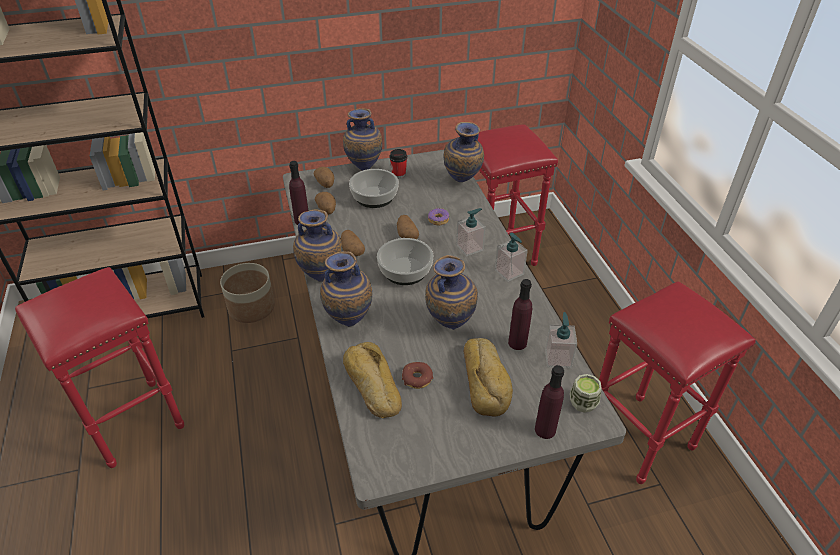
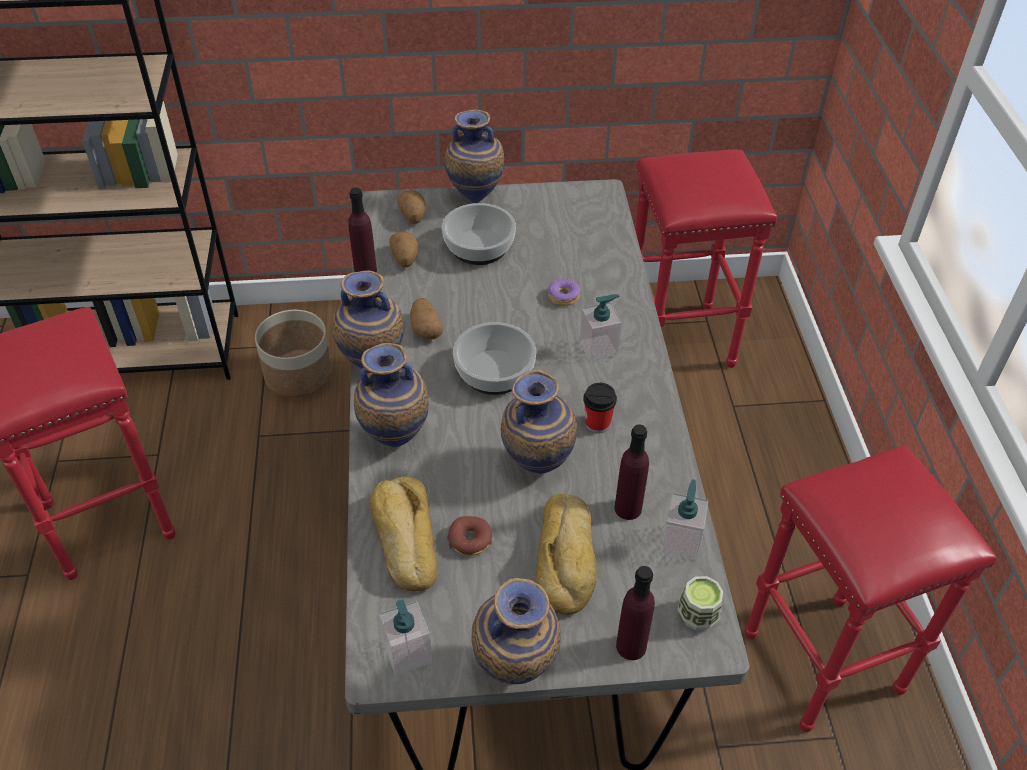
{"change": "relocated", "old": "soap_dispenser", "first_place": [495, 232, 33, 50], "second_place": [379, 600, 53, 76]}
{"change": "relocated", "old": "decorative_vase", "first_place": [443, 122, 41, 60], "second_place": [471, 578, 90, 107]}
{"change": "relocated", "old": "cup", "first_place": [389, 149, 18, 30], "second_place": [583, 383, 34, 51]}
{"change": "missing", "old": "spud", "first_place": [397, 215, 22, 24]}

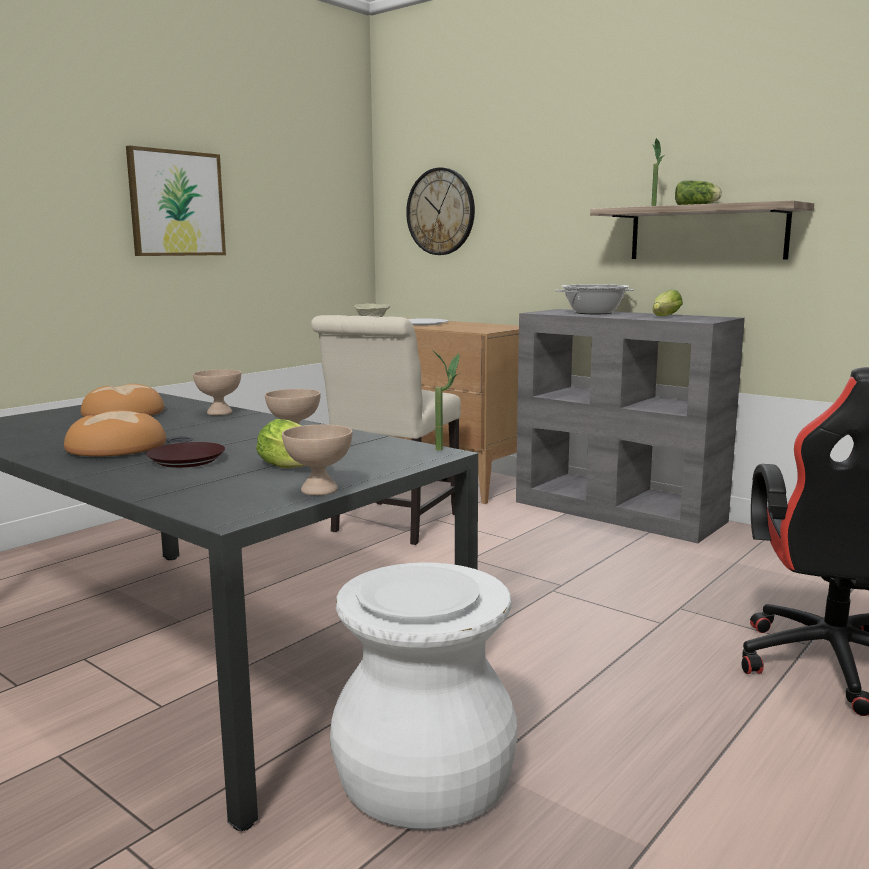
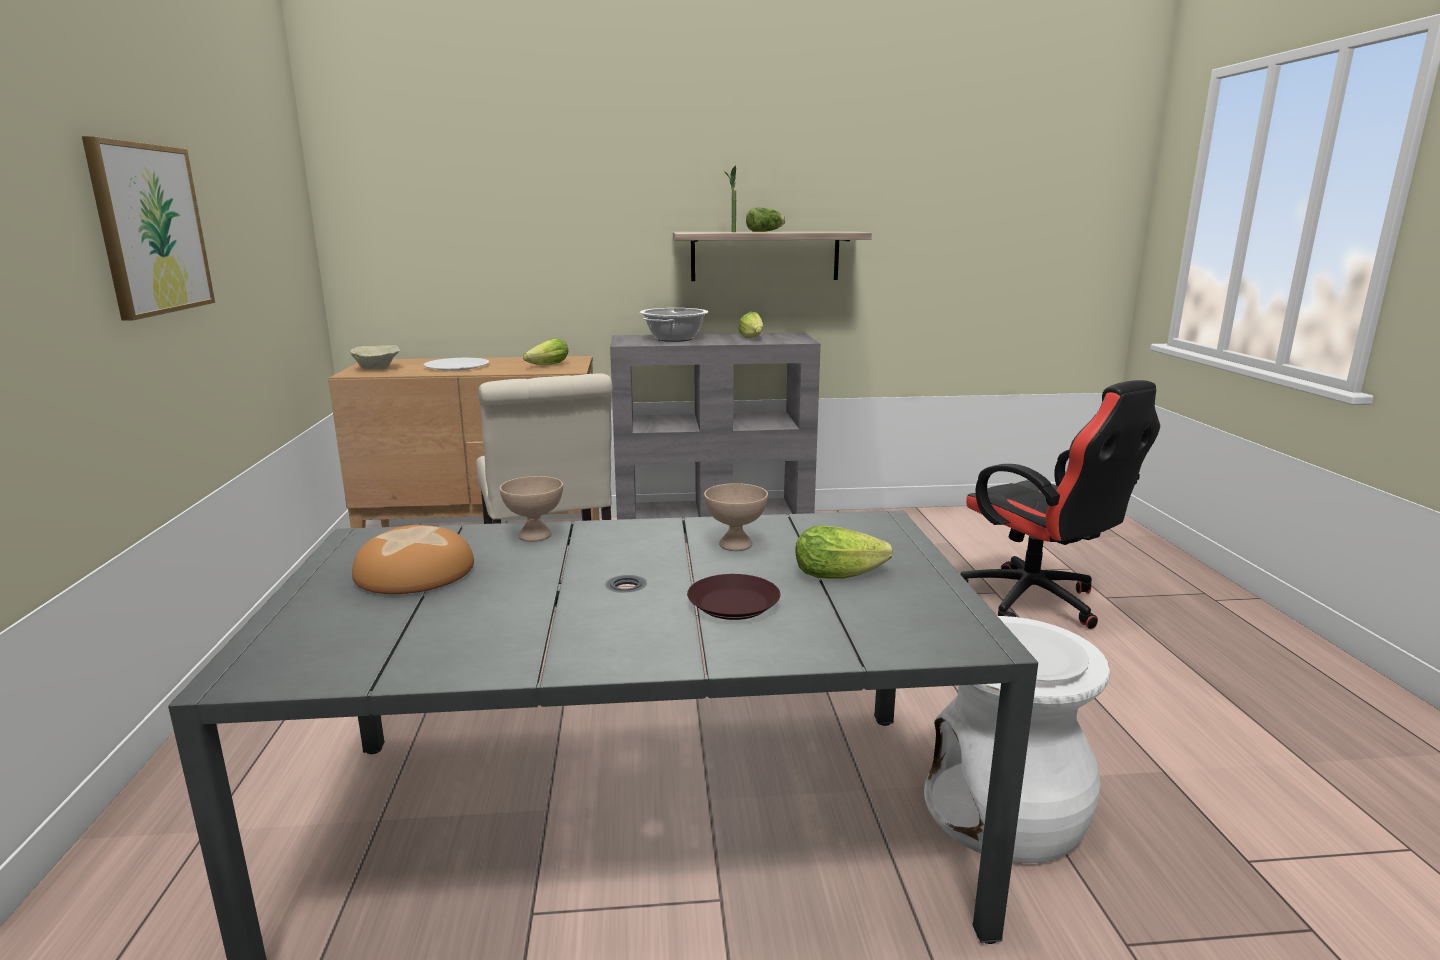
{"change": "appeared", "new": "head_of_lettuce", "second_place": [523, 338, 45, 27]}
{"change": "missing", "old": "bakery_bread", "first_place": [64, 410, 102, 47]}
{"change": "missing", "old": "beige_serving_bowl", "first_place": [282, 424, 70, 72]}
{"change": "missing", "old": "wall_clock", "first_place": [406, 168, 69, 87]}
{"change": "missing", "old": "potted_plant", "first_place": [434, 351, 26, 100]}

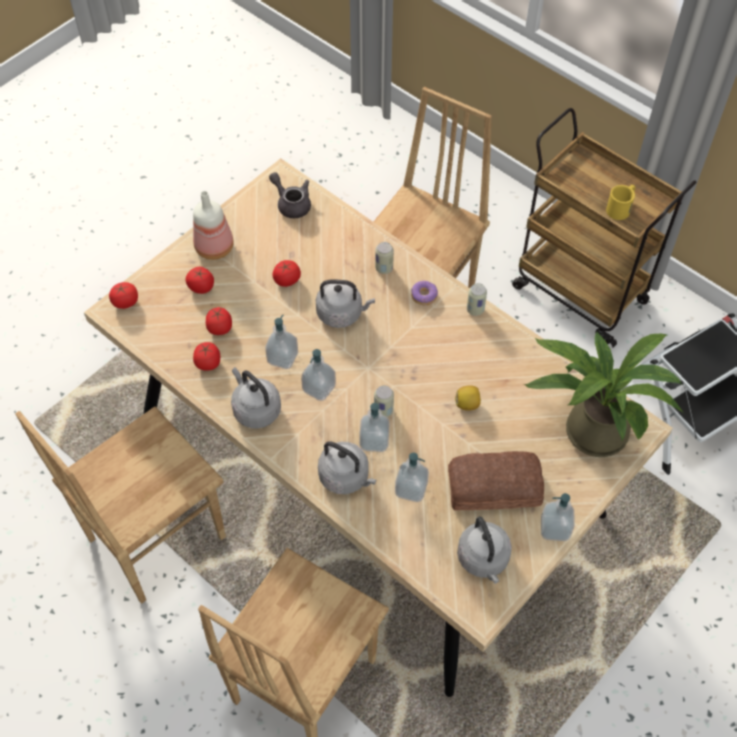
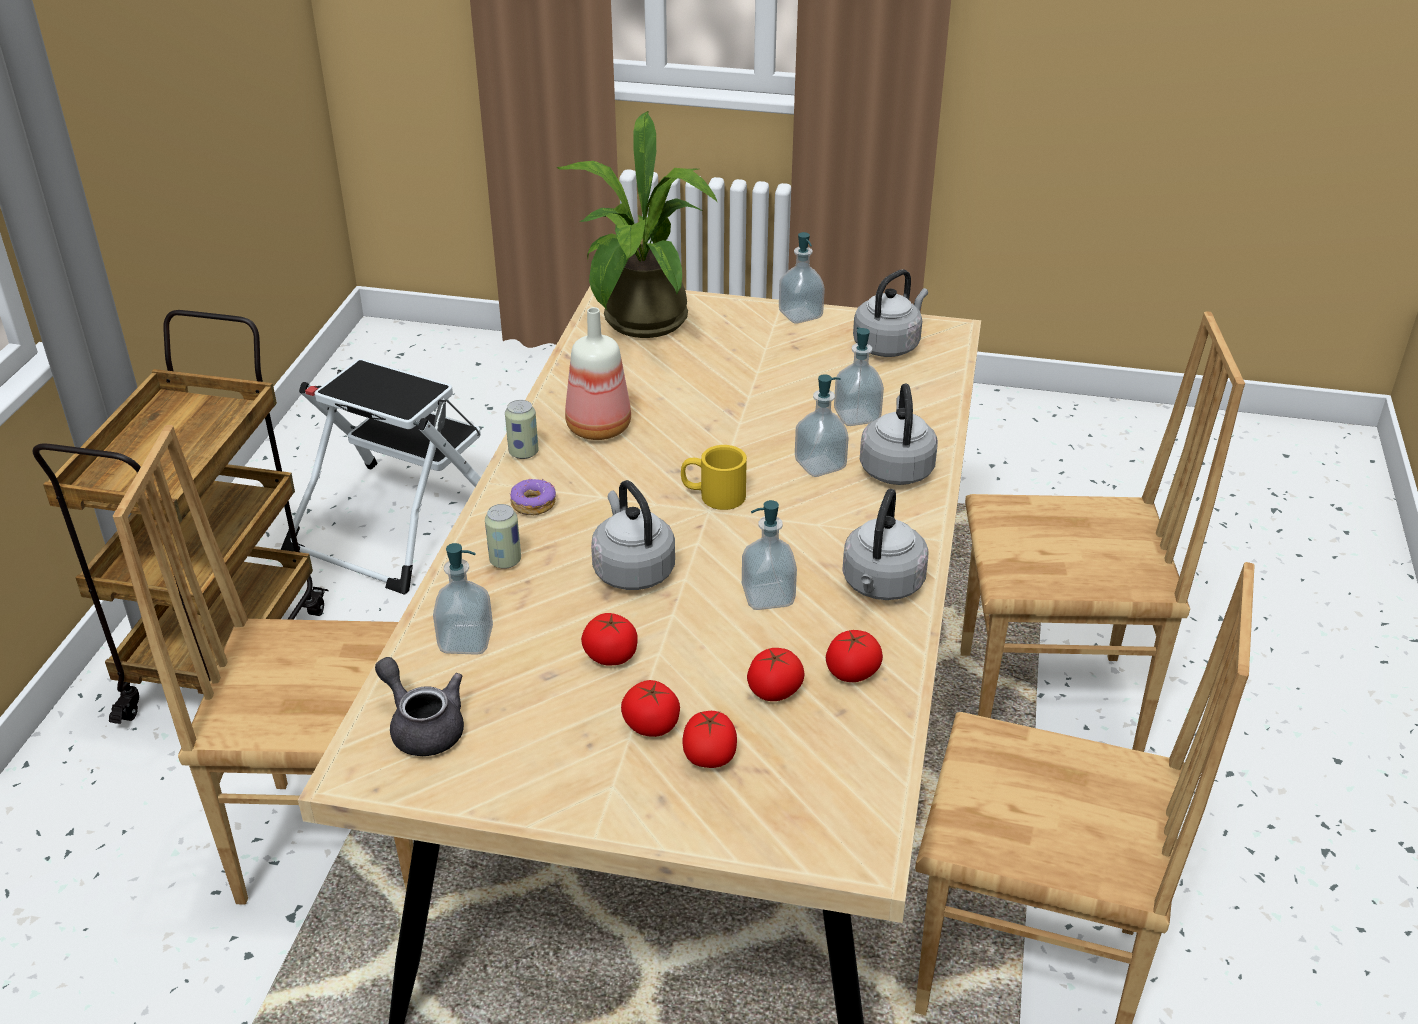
{"change": "spun", "old": "greyish_pot_for_tea", "first_place": [269, 172, 42, 46], "second_place": [375, 657, 89, 99], "degrees": 120}
{"change": "relocated", "old": "soap_dispenser", "first_place": [301, 349, 35, 52], "second_place": [433, 543, 60, 112]}
{"change": "relocated", "old": "beverage_bottle", "first_place": [193, 191, 41, 69], "second_place": [565, 307, 66, 133]}
{"change": "relocated", "old": "tomato", "first_place": [109, 282, 29, 27], "second_place": [621, 680, 59, 57]}
{"change": "relocated", "old": "yellow_tea_mug", "first_place": [606, 185, 29, 35], "second_place": [681, 445, 66, 65]}
{"change": "missing", "old": "sealed_can", "first_place": [374, 386, 20, 31]}
{"change": "missing", "old": "bakery_bread", "first_place": [448, 451, 96, 59]}
{"change": "missing", "old": "whole_lemon", "first_place": [455, 386, 26, 25]}

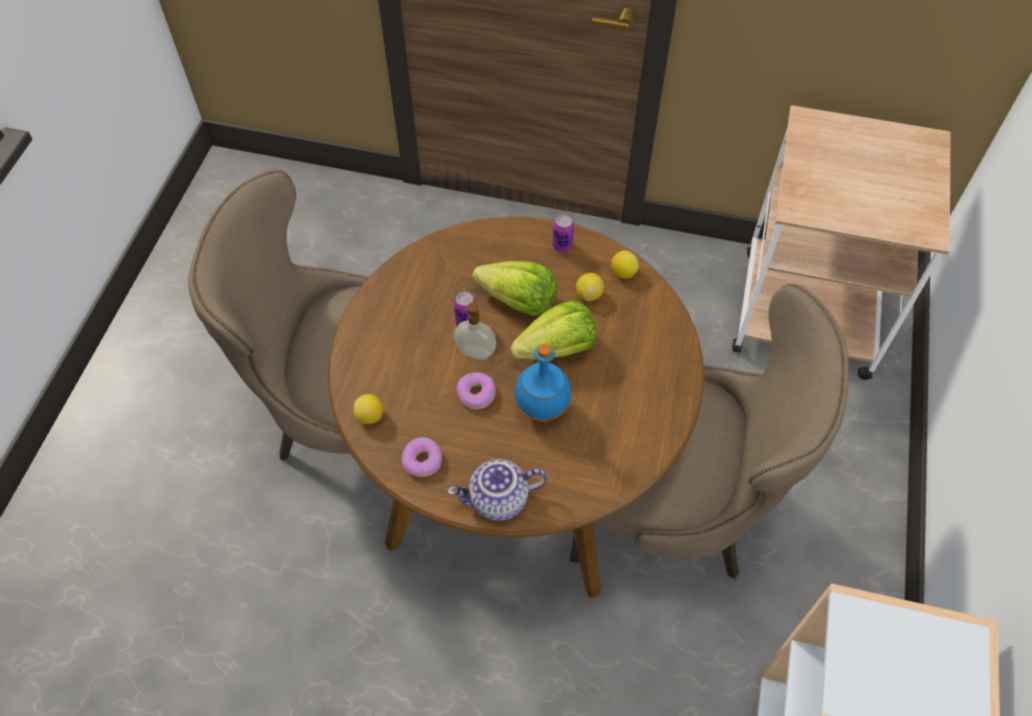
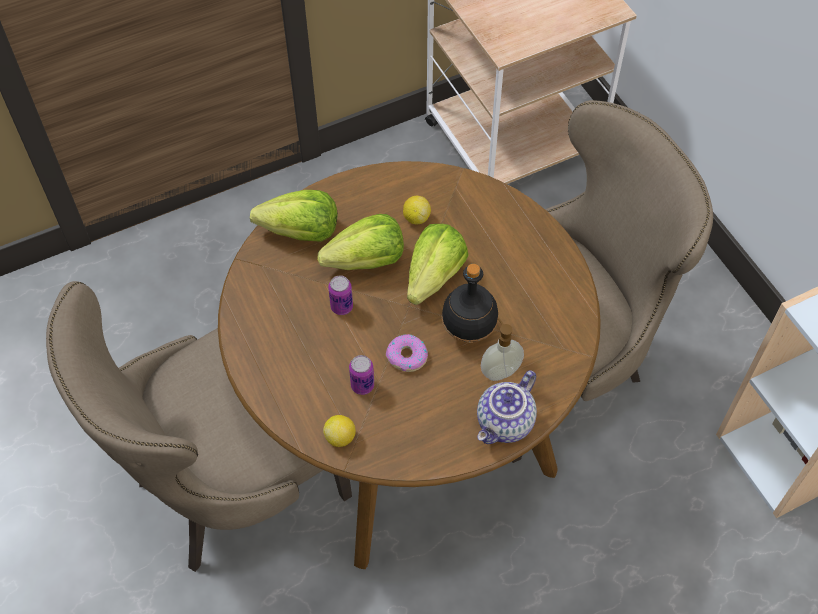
{"change": "appeared", "new": "head_of_lettuce", "second_place": [250, 190, 88, 52]}
{"change": "relocated", "old": "sealed_can", "first_place": [552, 214, 22, 39], "second_place": [349, 355, 25, 40]}
{"change": "colour", "old": "blue-coloured_beverage_bottle", "new": "black_beverage_bottle", "first_place": [514, 344, 57, 78], "second_place": [441, 264, 57, 79]}
{"change": "relocated", "old": "soap_dispenser", "first_place": [454, 297, 43, 62], "second_place": [481, 318, 43, 63]}
{"change": "missing", "old": "ring_doughnut", "first_place": [401, 437, 41, 40]}
{"change": "missing", "old": "whole_lemon", "first_place": [611, 251, 28, 27]}

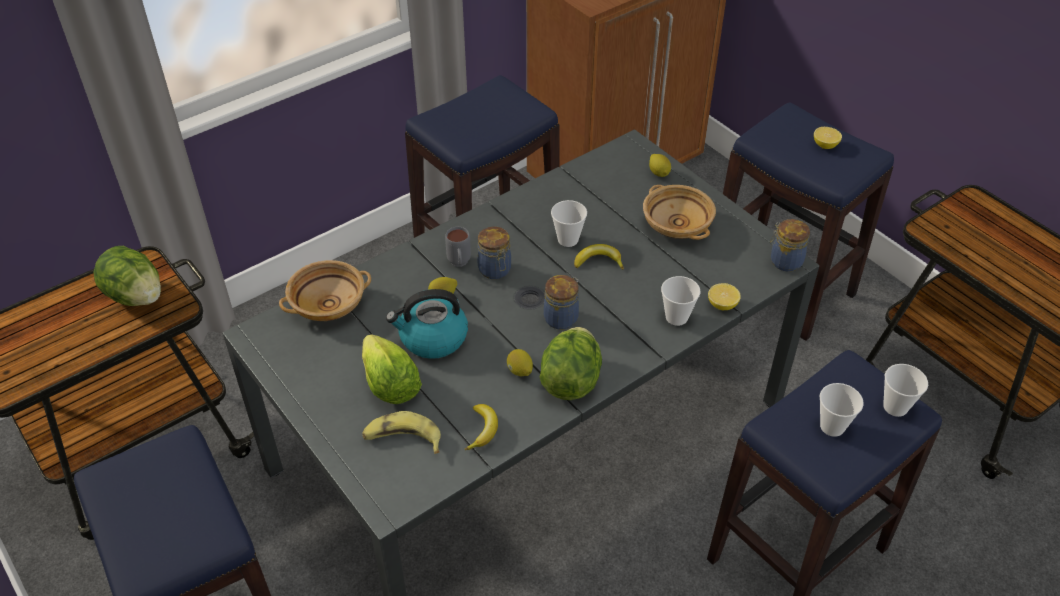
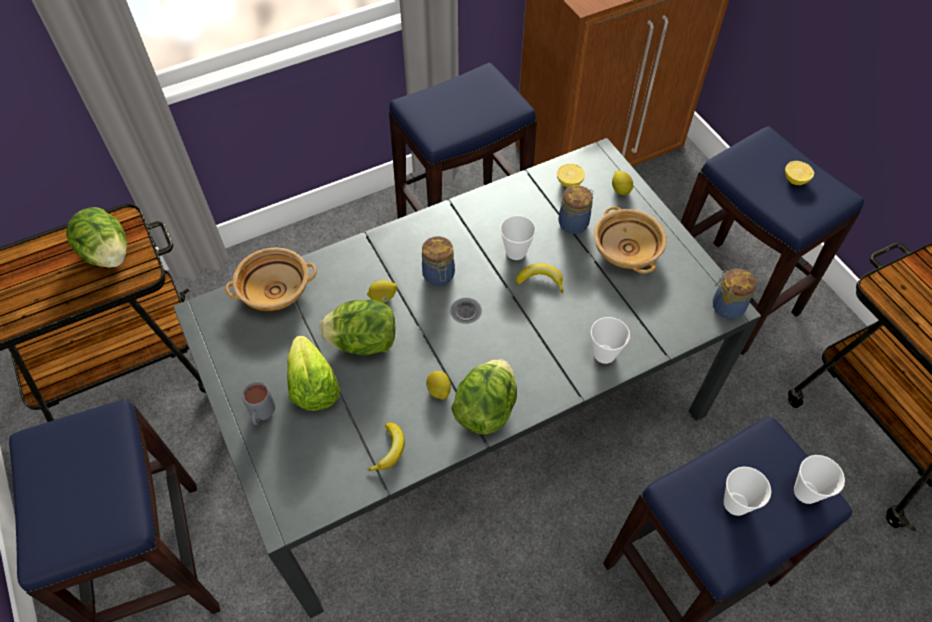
{"change": "relocated", "old": "greyish_tea_mug", "first_place": [445, 227, 26, 40], "second_place": [242, 382, 33, 43]}
{"change": "exchanged", "old": "kettle", "new": "head_of_lettuce", "first_place": [386, 289, 82, 70], "second_place": [319, 300, 77, 56]}
{"change": "relocated", "old": "whole_lemon", "first_place": [708, 283, 33, 27], "second_place": [557, 164, 28, 23]}
{"change": "relocated", "old": "jar", "first_place": [544, 275, 35, 55], "second_place": [558, 185, 36, 49]}
{"change": "missing", "old": "banana", "first_place": [362, 411, 79, 43]}

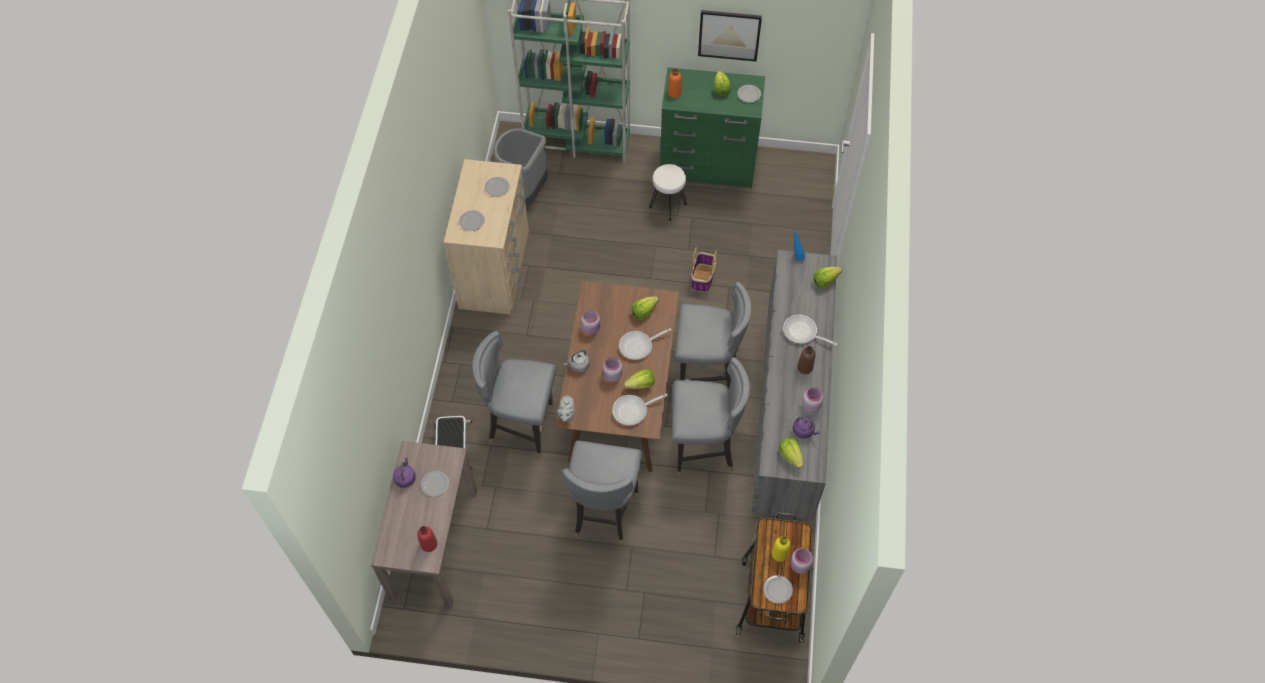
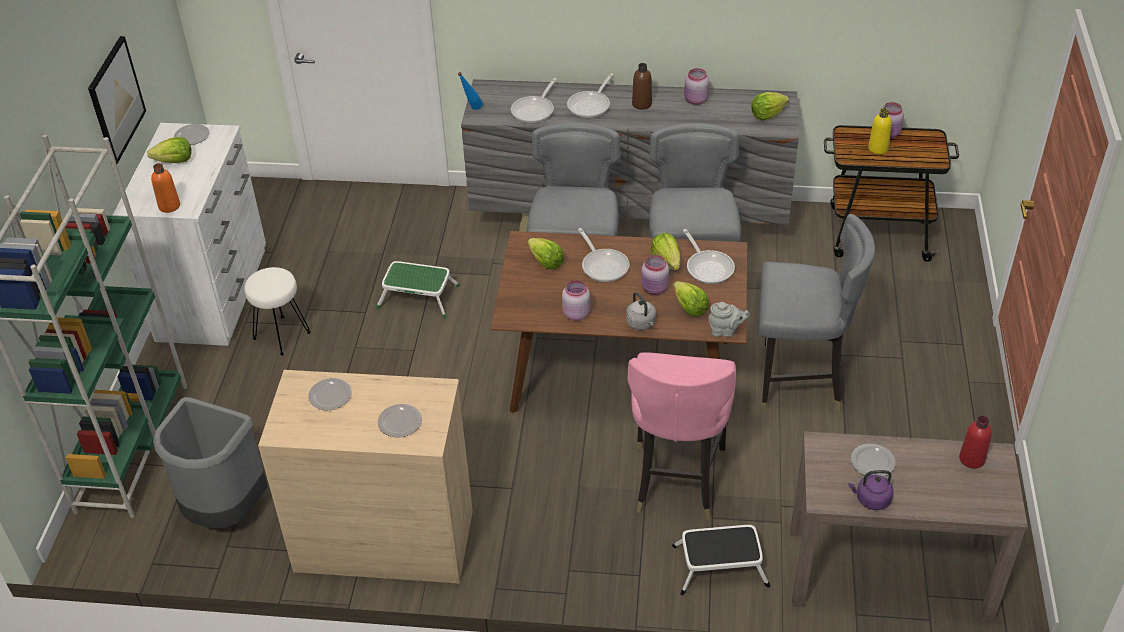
{"change": "colour", "old": "green_chest_of_drawers", "new": "whitish_chest_of_drawers", "first_place": [660, 68, 105, 120], "second_place": [113, 123, 153, 223]}
{"change": "exchanged", "old": "basket", "new": "green_step_ladder", "first_place": [691, 245, 26, 47], "second_place": [376, 261, 84, 58]}
{"change": "appeared", "new": "skillet", "second_place": [511, 78, 46, 46]}
{"change": "colour", "old": "greyish_chair", "new": "pink_chair", "first_place": [472, 331, 84, 127], "second_place": [627, 352, 109, 168]}
{"change": "relocated", "old": "head_of_lettuce", "first_place": [813, 267, 29, 22], "second_place": [673, 281, 36, 36]}
{"change": "missing", "old": "flat_dish", "first_place": [763, 575, 30, 29]}
{"change": "missing", "old": "purple-coloured_kettle", "first_place": [793, 416, 27, 23]}

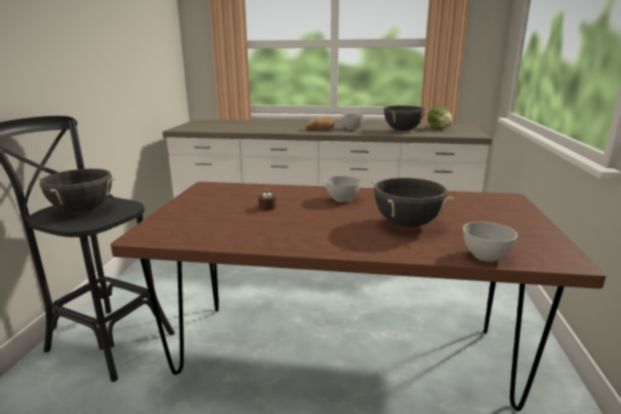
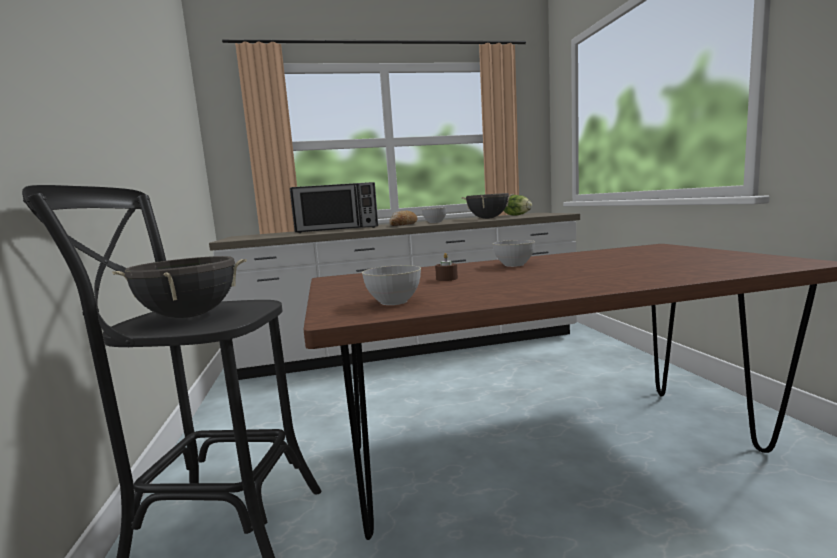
{"change": "appeared", "new": "microwave", "second_place": [290, 182, 88, 51]}
{"change": "relocated", "old": "greyish_serving_bowl", "first_place": [463, 222, 55, 40], "second_place": [362, 265, 59, 40]}
{"change": "missing", "old": "black_cooking_pot", "first_place": [371, 178, 83, 49]}

